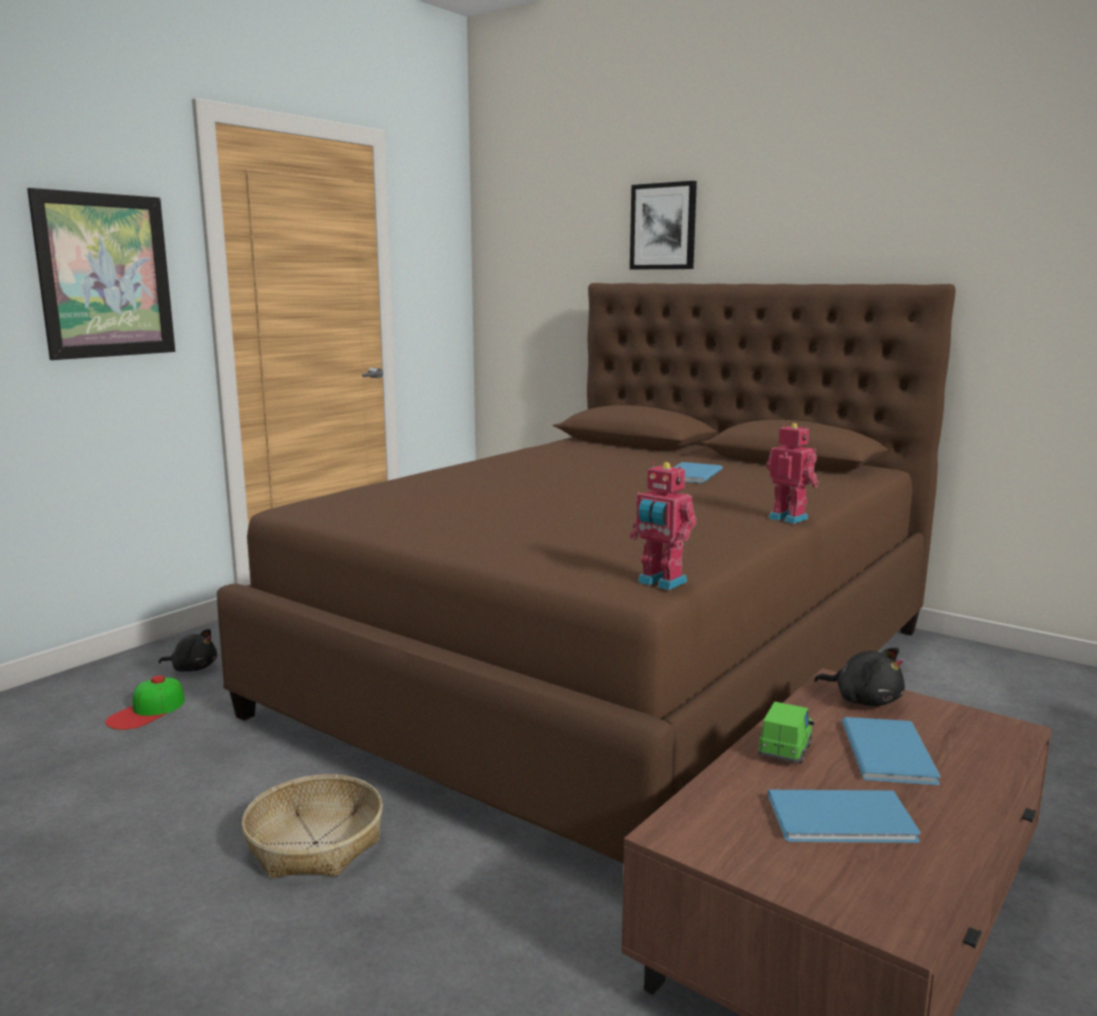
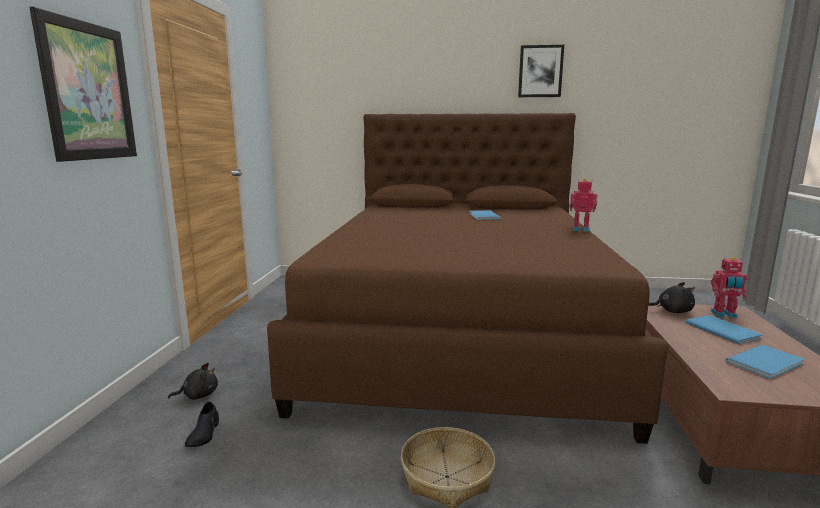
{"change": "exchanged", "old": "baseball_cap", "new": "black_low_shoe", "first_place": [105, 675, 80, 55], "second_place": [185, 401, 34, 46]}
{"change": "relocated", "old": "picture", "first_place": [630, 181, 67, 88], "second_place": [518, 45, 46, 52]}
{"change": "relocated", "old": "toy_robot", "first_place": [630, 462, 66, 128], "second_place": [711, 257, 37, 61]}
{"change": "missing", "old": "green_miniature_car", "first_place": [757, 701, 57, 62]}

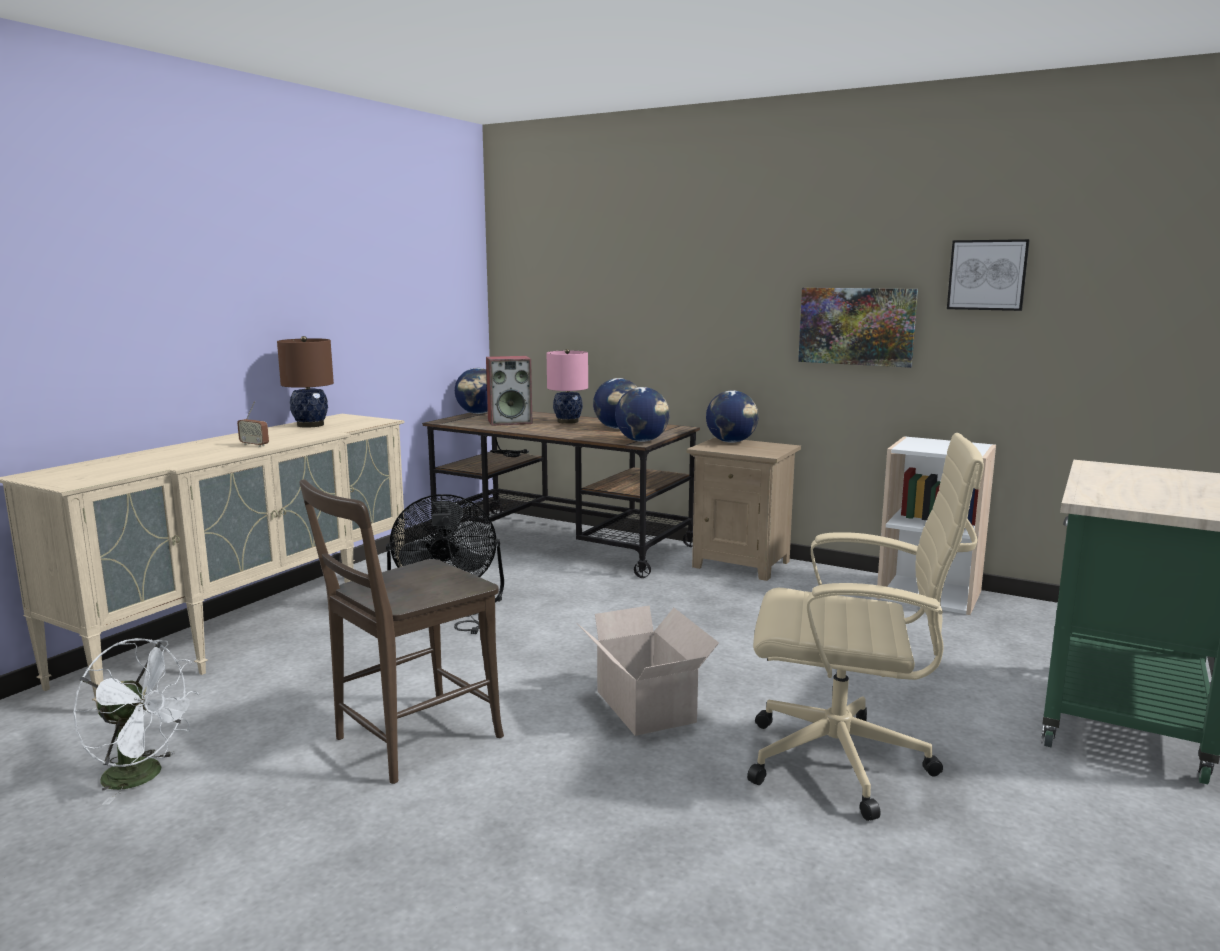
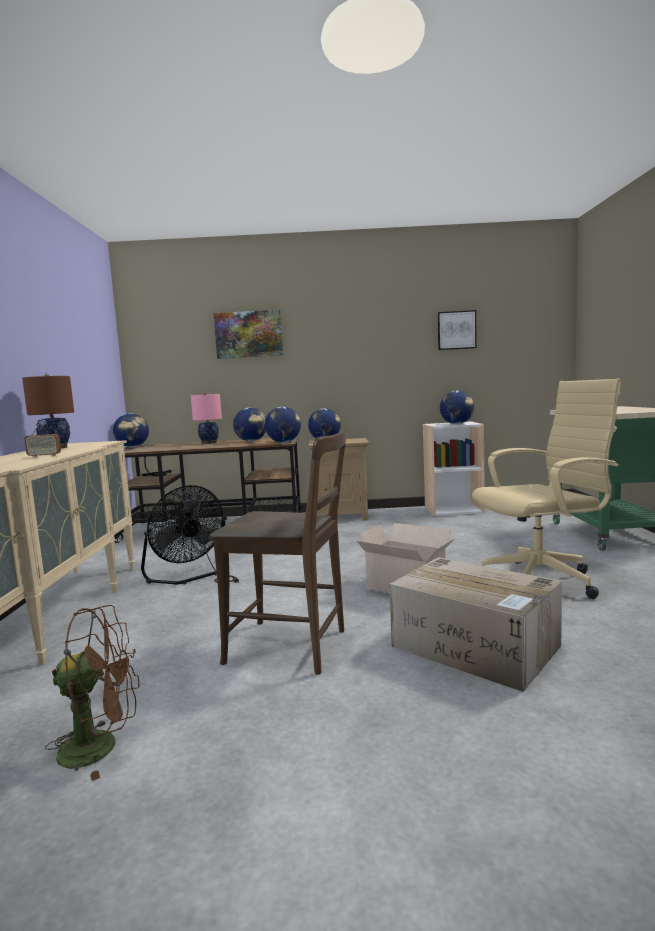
{"change": "colour", "old": "whitish_electric_fan", "new": "brown-coloured_electric_fan", "first_place": [73, 638, 127, 167], "second_place": [45, 605, 95, 176]}
{"change": "spun", "old": "brown-coloured_chair", "first_place": [299, 479, 205, 305], "second_place": [210, 429, 137, 246], "degrees": -90}
{"change": "relocated", "old": "picture", "first_place": [798, 288, 120, 80], "second_place": [213, 310, 70, 49]}
{"change": "appeared", "new": "cardboard_box", "second_place": [389, 557, 173, 135]}
{"change": "appeared", "new": "globe", "second_place": [440, 391, 34, 33]}
{"change": "missing", "old": "loudspeaker", "first_place": [486, 356, 46, 70]}

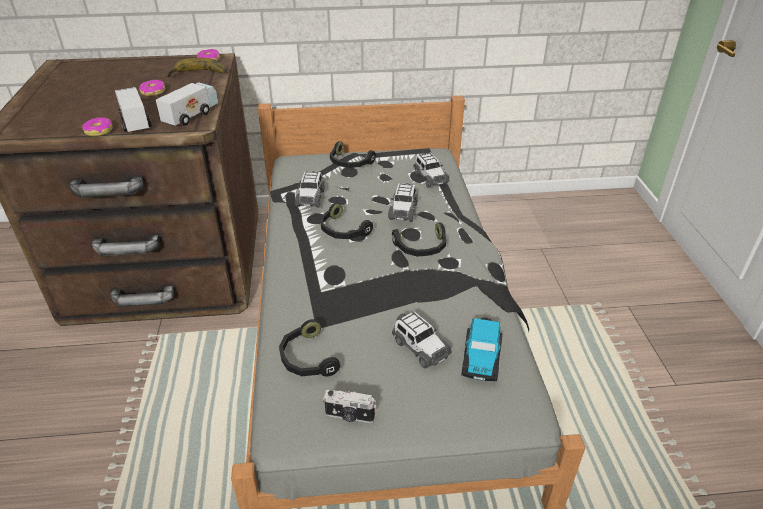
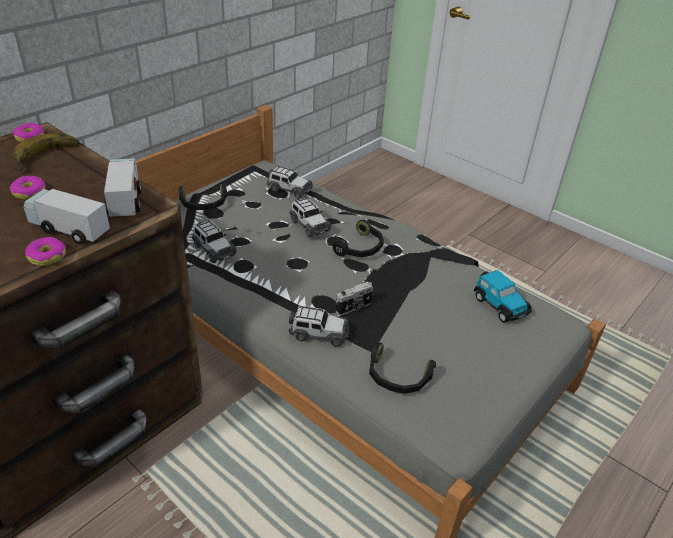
{"change": "relocated", "old": "miniature_car", "first_place": [392, 311, 60, 57], "second_place": [289, 306, 61, 41]}
{"change": "relocated", "old": "still_camera", "first_place": [323, 389, 53, 34], "second_place": [335, 281, 38, 35]}
{"change": "missing", "old": "black_pair_of_headphones", "first_place": [320, 203, 53, 36]}

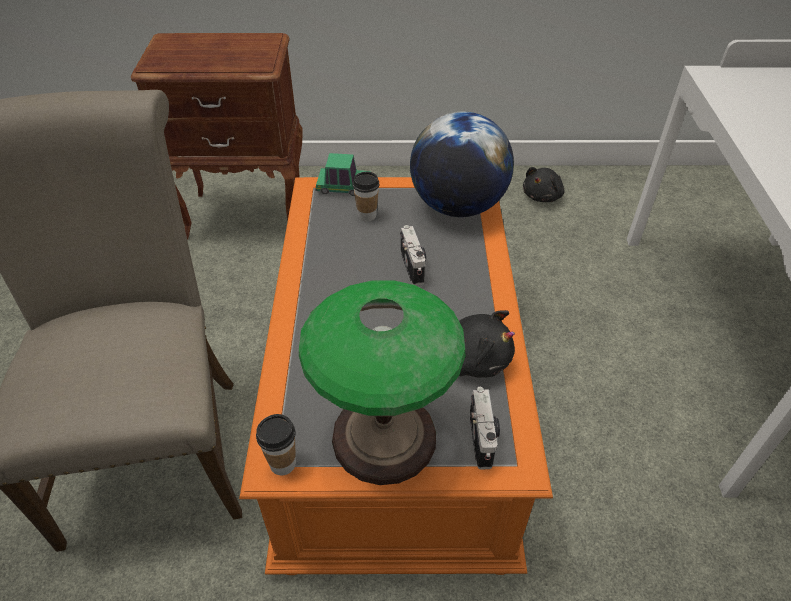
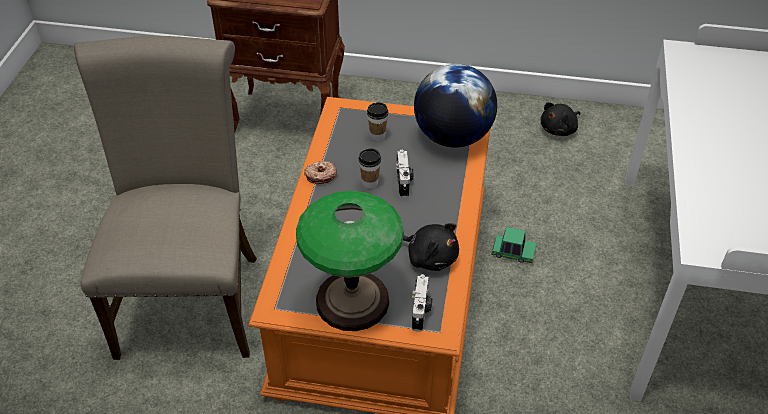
{"change": "appeared", "new": "ring_doughnut", "second_place": [304, 161, 33, 23]}
{"change": "relocated", "old": "cup", "first_place": [256, 414, 40, 61], "second_place": [358, 148, 23, 41]}
{"change": "relocated", "old": "miniature_car", "first_place": [315, 153, 56, 43], "second_place": [491, 227, 45, 36]}

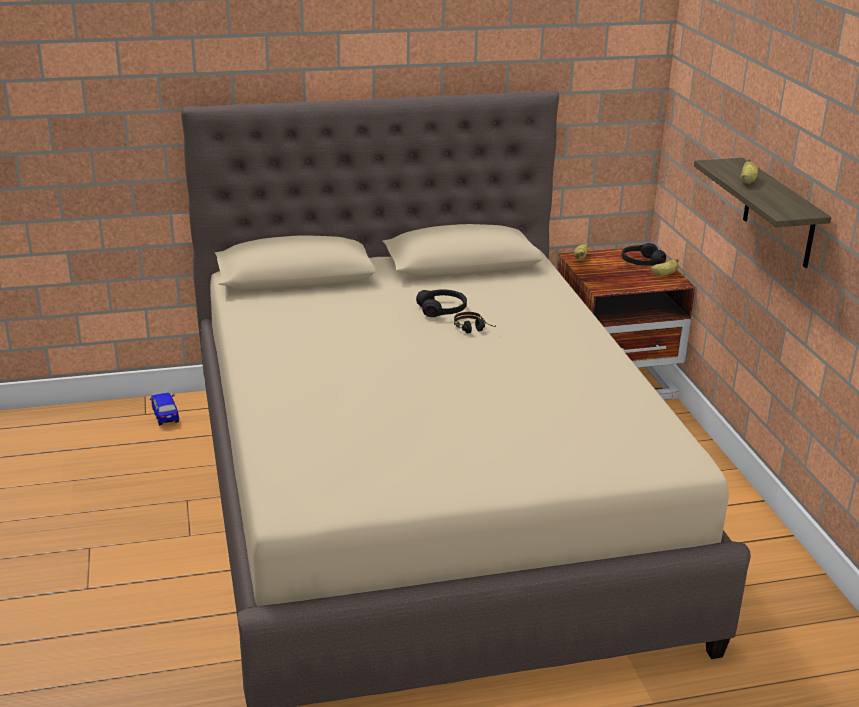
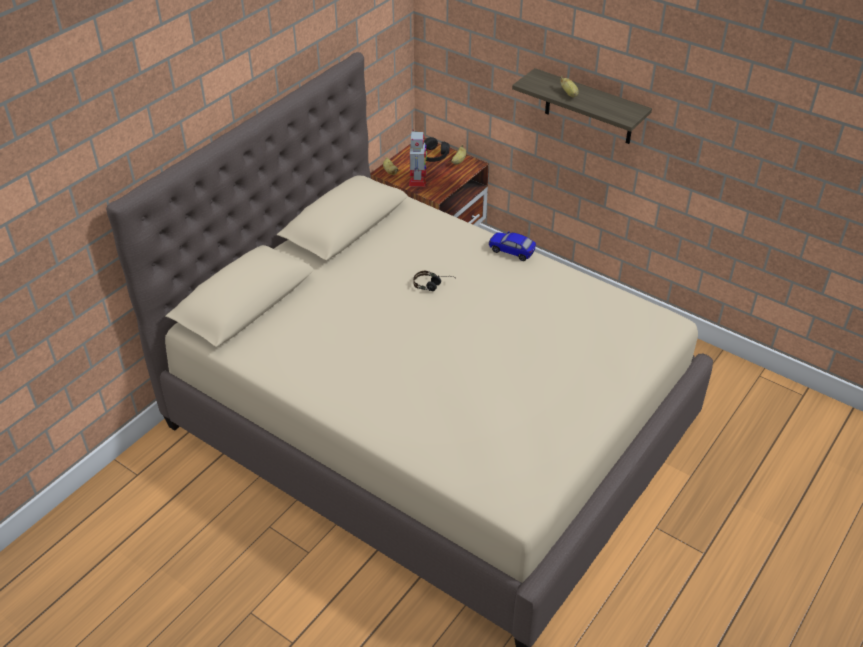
{"change": "appeared", "new": "toy_robot", "second_place": [409, 129, 18, 58]}
{"change": "relocated", "old": "miniature_car", "first_place": [150, 393, 29, 33], "second_place": [489, 231, 47, 30]}
{"change": "missing", "old": "black_pair_of_headphones", "first_place": [416, 289, 51, 28]}

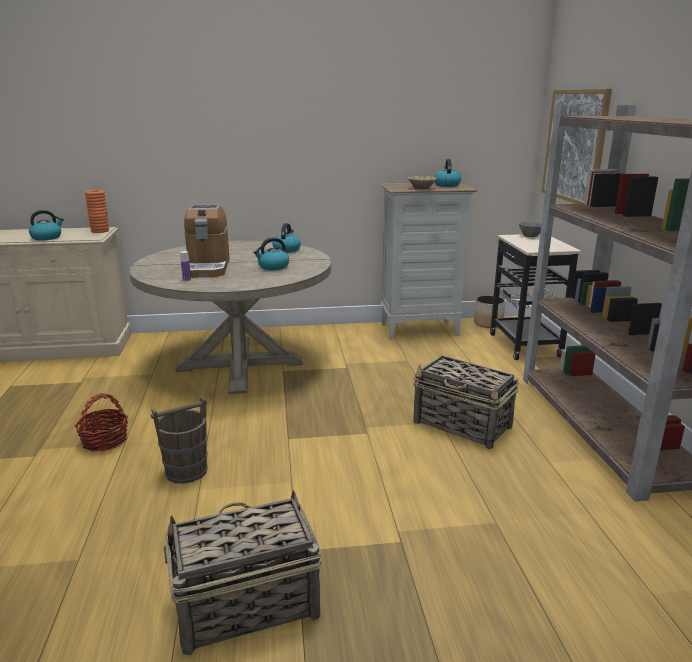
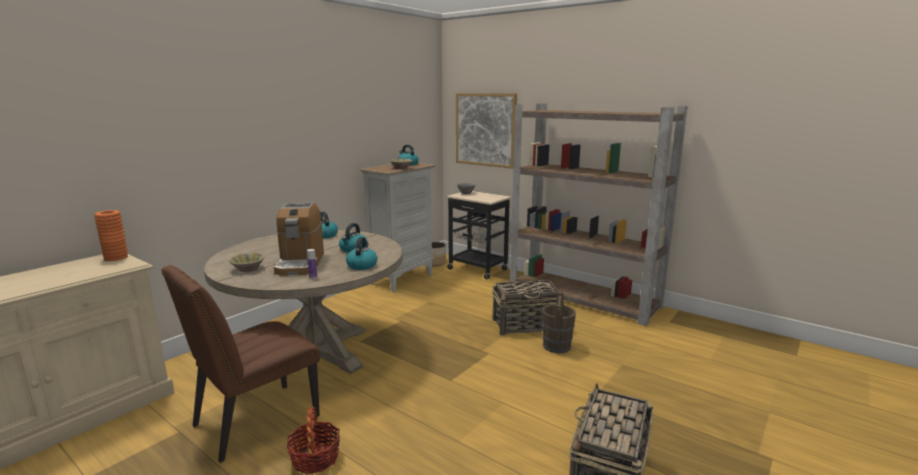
{"change": "appeared", "new": "brown-coloured_chair", "second_place": [161, 265, 159, 198]}
{"change": "appeared", "new": "beige_serving_bowl", "second_place": [229, 253, 36, 19]}
{"change": "spun", "old": "coffee_brewer", "first_place": [184, 204, 46, 74], "second_place": [274, 202, 50, 74], "degrees": 45}
{"change": "relocated", "old": "kettle", "first_place": [29, 210, 35, 31], "second_place": [346, 237, 32, 33]}
{"change": "relocated", "old": "brown-coloured_water_bucket", "first_place": [151, 396, 57, 88], "second_place": [542, 292, 34, 61]}

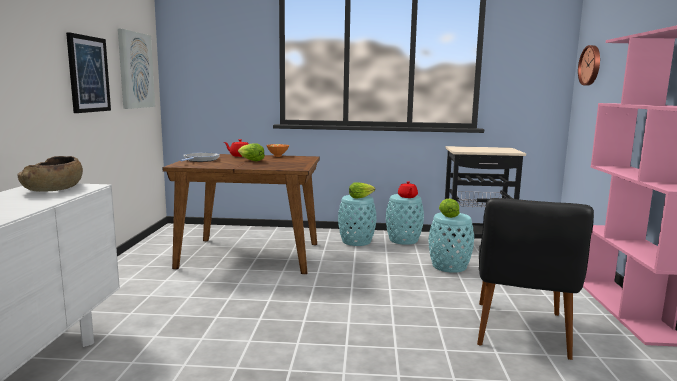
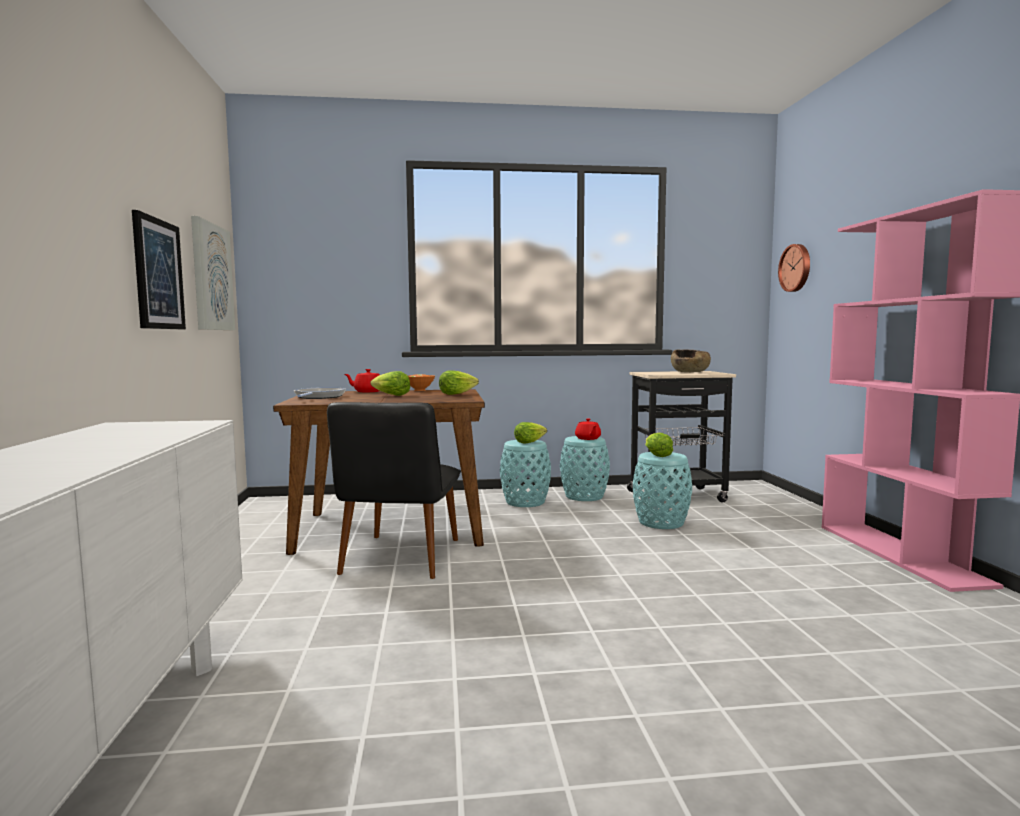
{"change": "relocated", "old": "black_chair", "first_place": [477, 198, 117, 162], "second_place": [327, 402, 134, 177]}
{"change": "appeared", "new": "head_of_lettuce", "second_place": [439, 370, 40, 25]}
{"change": "relocated", "old": "brown-coloured_serving_bowl", "first_place": [17, 156, 66, 36], "second_place": [671, 349, 40, 23]}

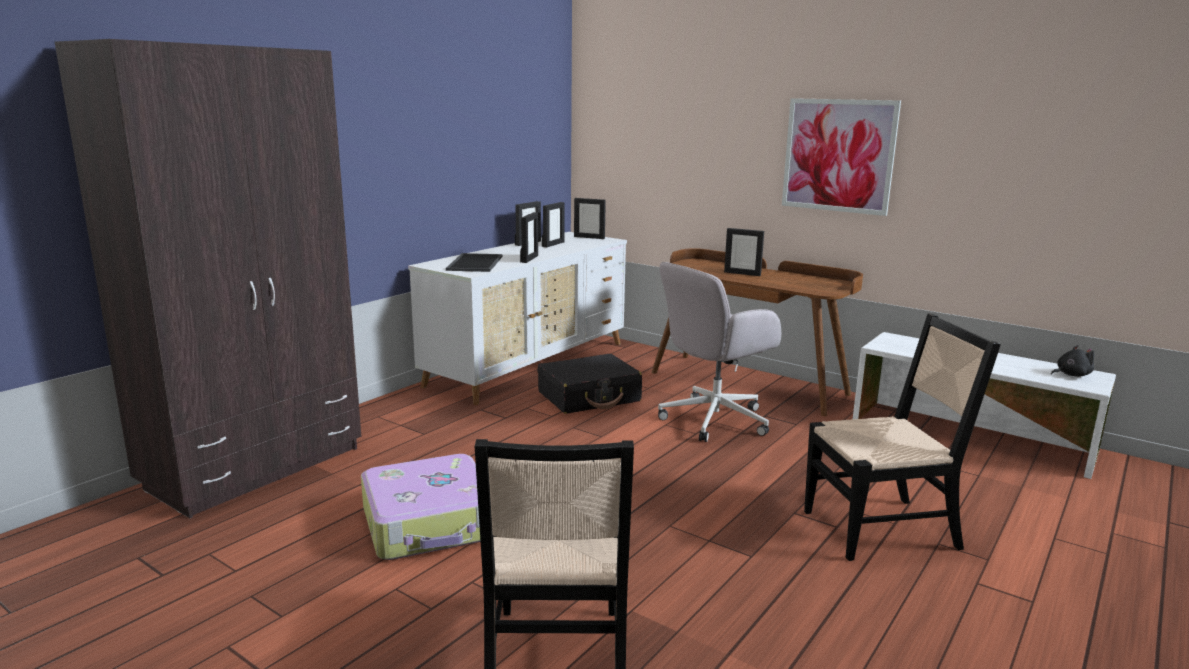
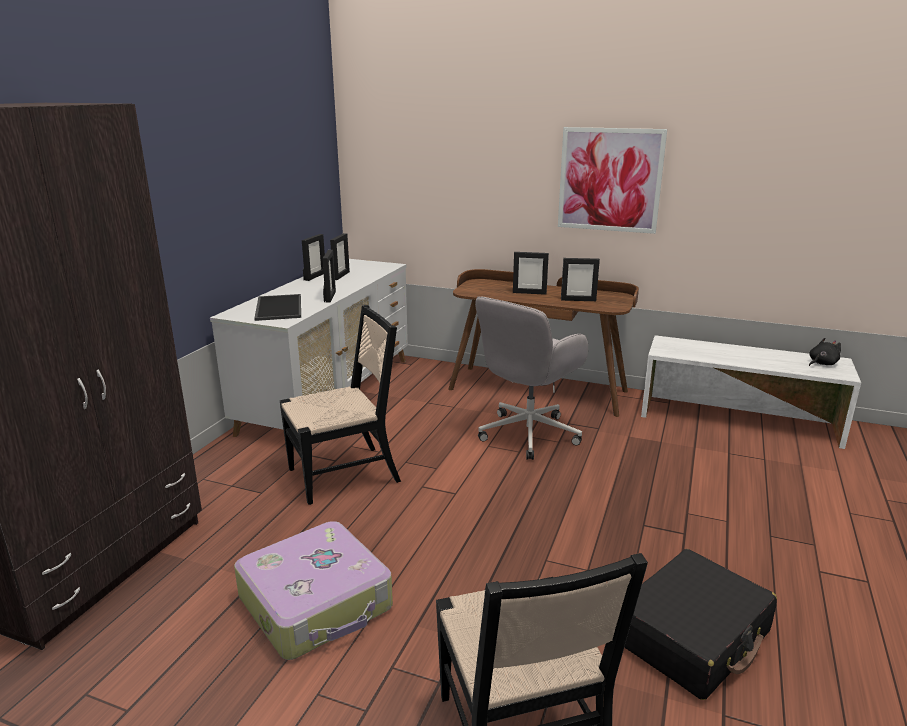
{"change": "relocated", "old": "chair", "first_place": [804, 313, 197, 248], "second_place": [280, 305, 121, 200]}
{"change": "relocated", "old": "picture_frame", "first_place": [574, 198, 32, 41], "second_place": [561, 258, 39, 43]}
{"change": "relocated", "old": "black_suitcase", "first_place": [537, 354, 105, 60], "second_place": [624, 549, 153, 151]}

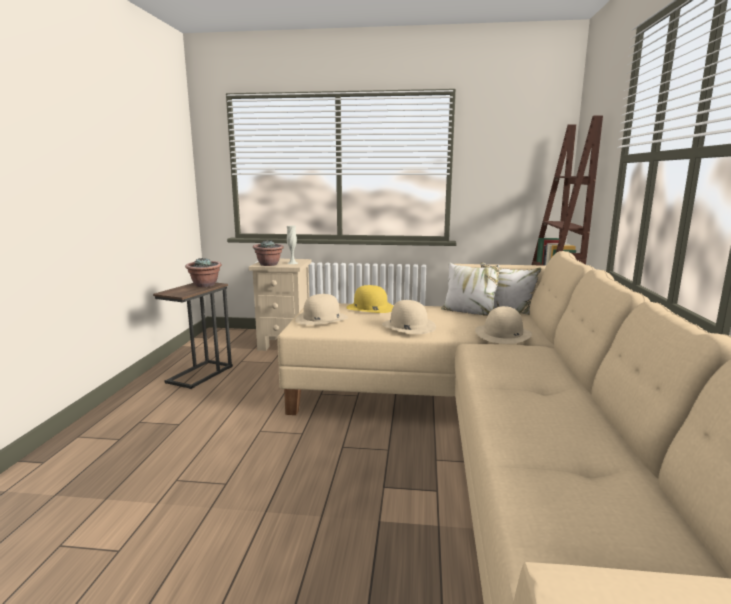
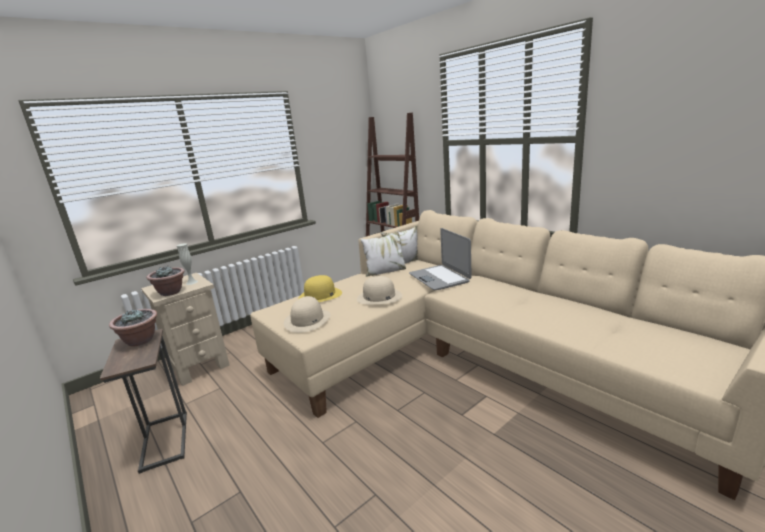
{"change": "exchanged", "old": "beige_hat", "new": "laptop", "first_place": [475, 306, 57, 38], "second_place": [409, 228, 63, 62]}

